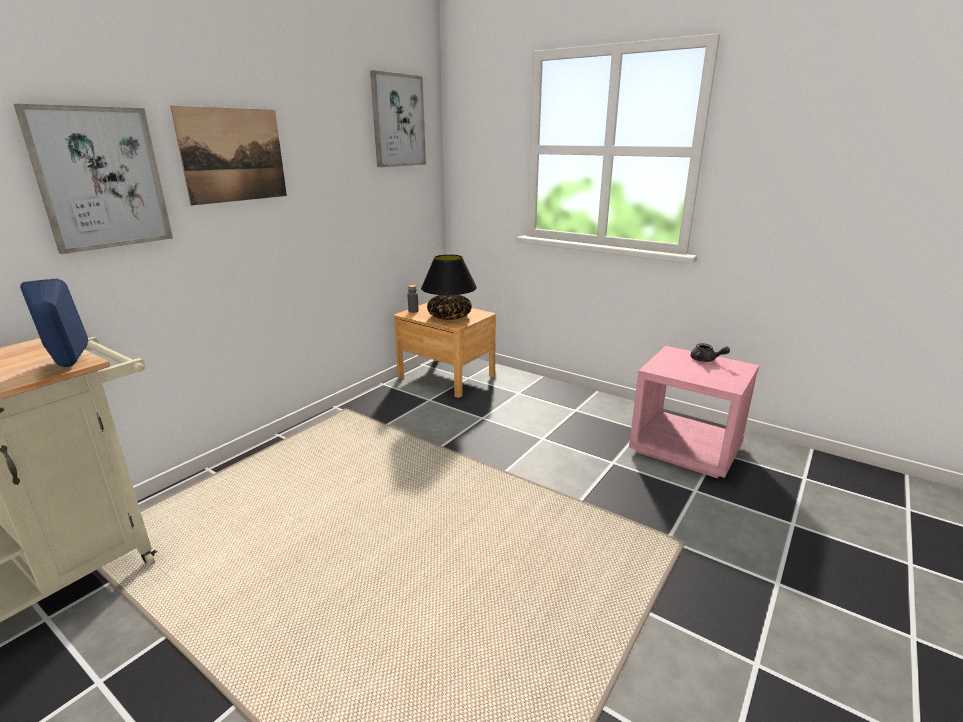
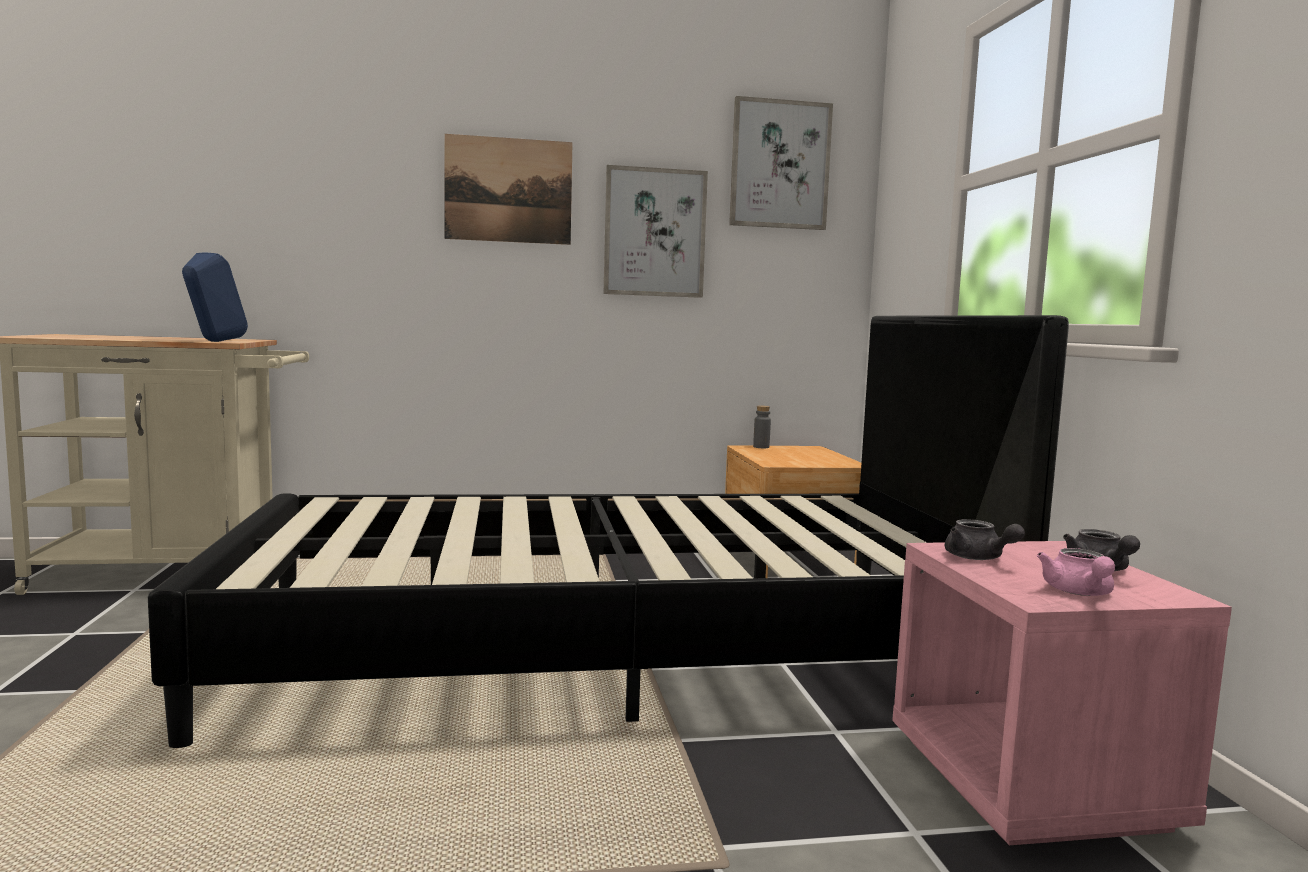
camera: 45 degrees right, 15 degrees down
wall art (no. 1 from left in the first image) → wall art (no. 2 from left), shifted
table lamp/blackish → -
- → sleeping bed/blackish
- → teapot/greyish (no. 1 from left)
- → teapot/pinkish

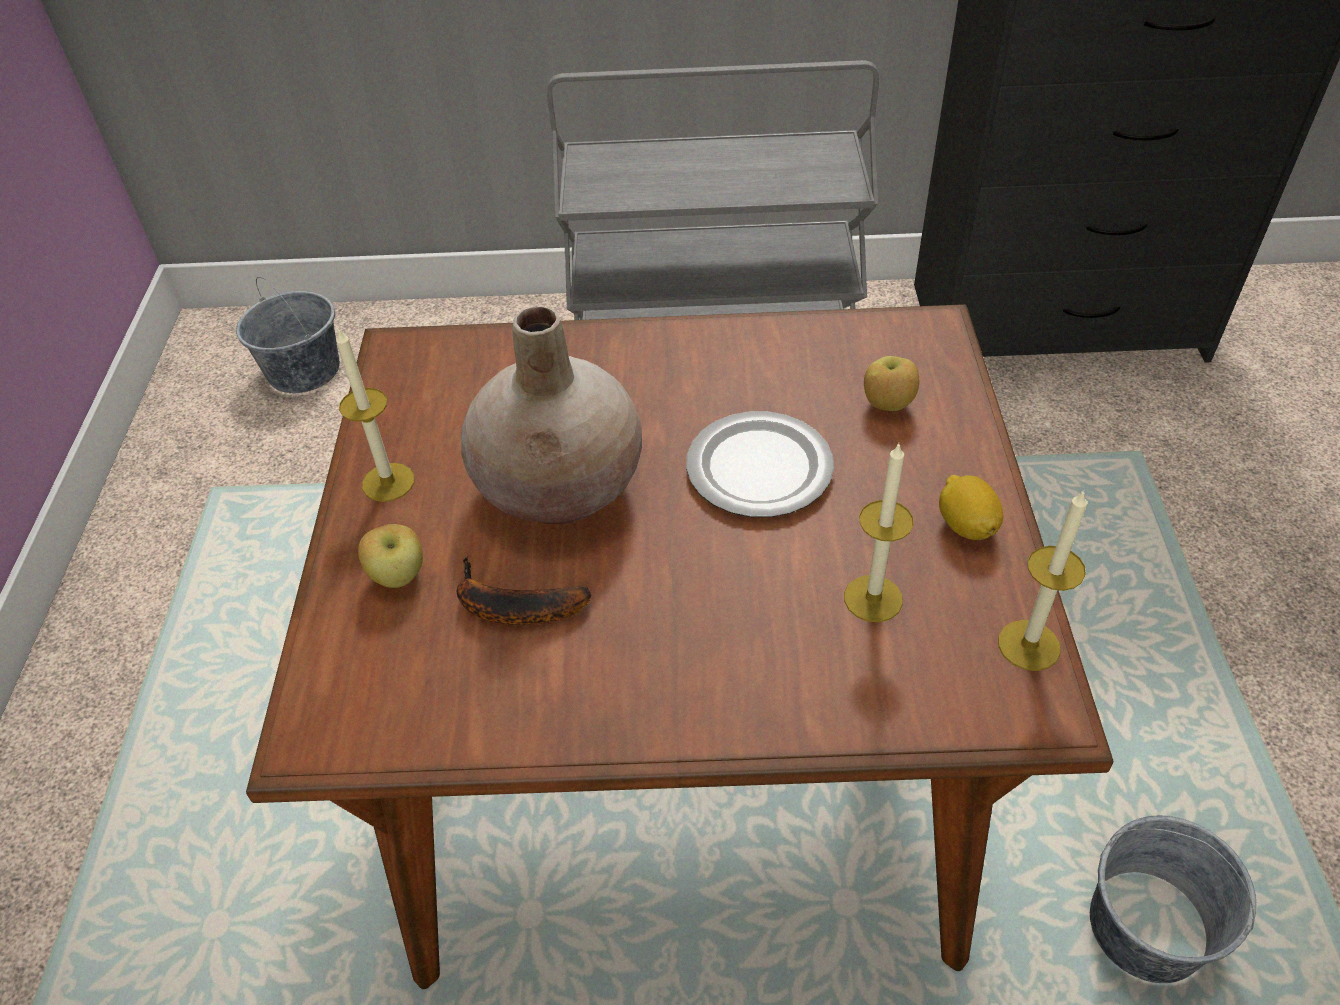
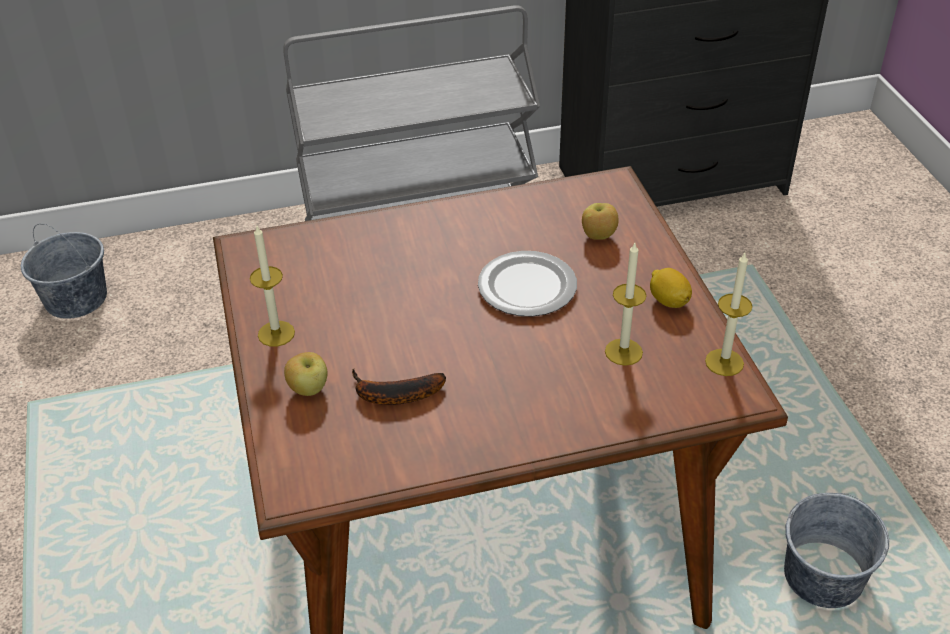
camera: 15 degrees left, 5 degrees down
decorative vase/beige → -

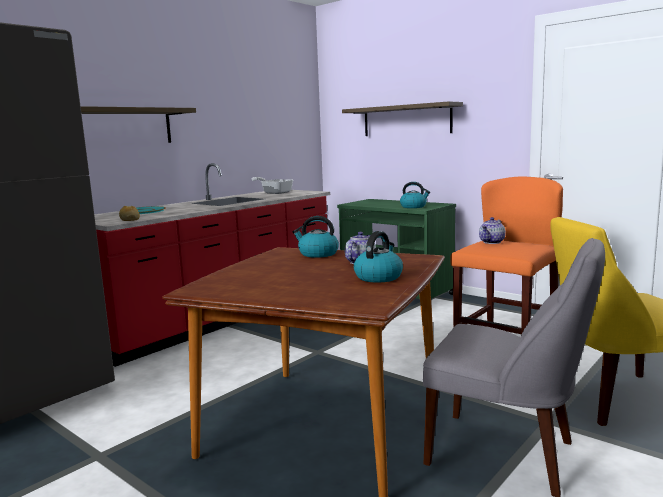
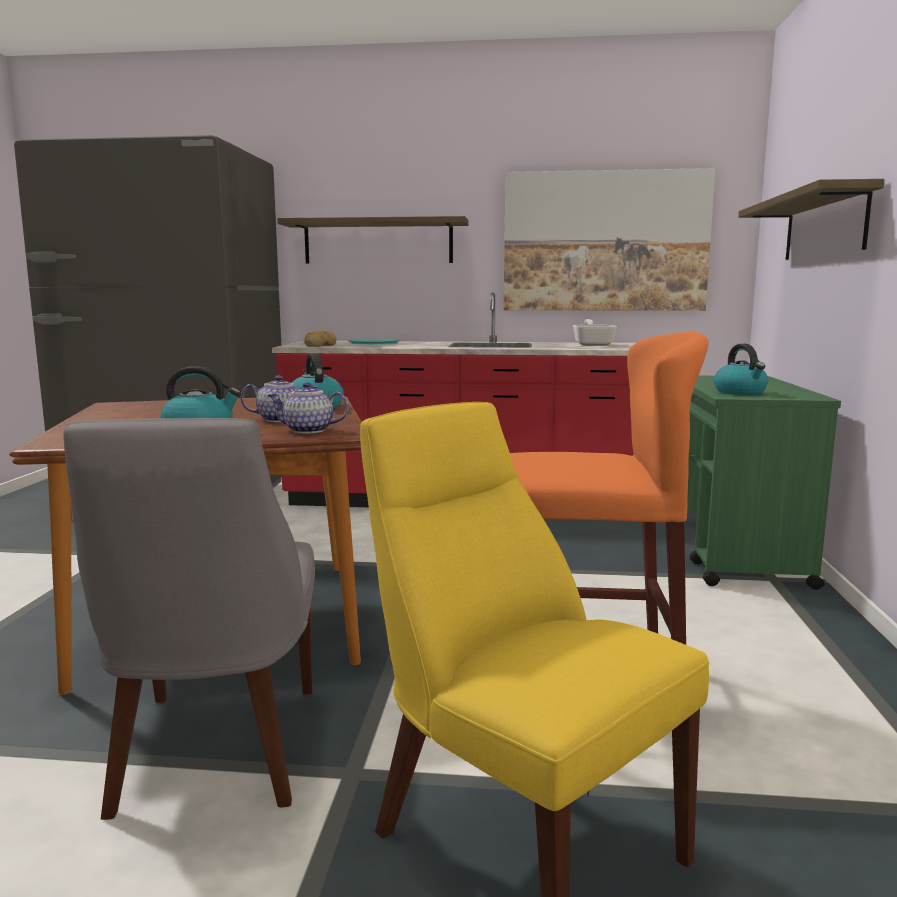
camera: 55 degrees right, 0 degrees up
teapot (no. 2 from left), shifted
- → wall art

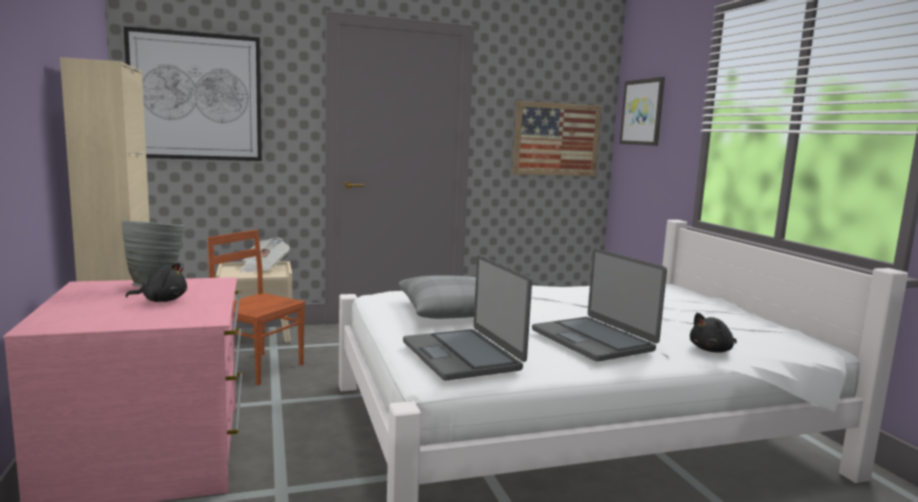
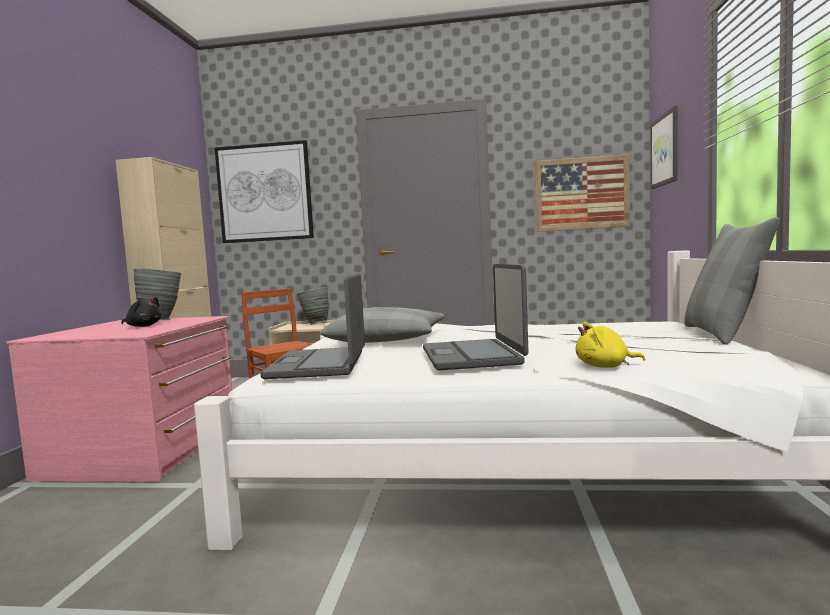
camera: 25 degrees right, 5 degrees down
newspaper → decorative vase/greyish (no. 2 from left)
cuddly toy/blackish (no. 2 from left) → cuddly toy/yellowish
- → throw pillow/greyish (no. 2 from left)

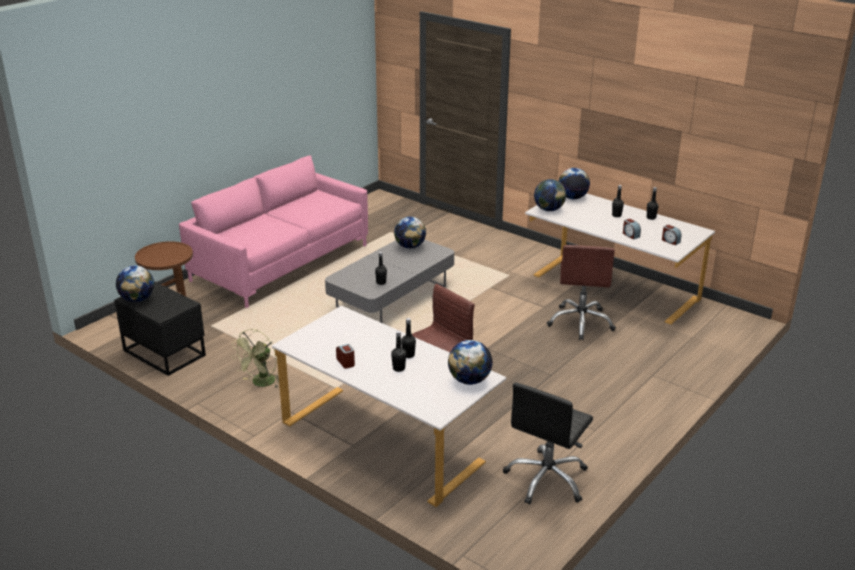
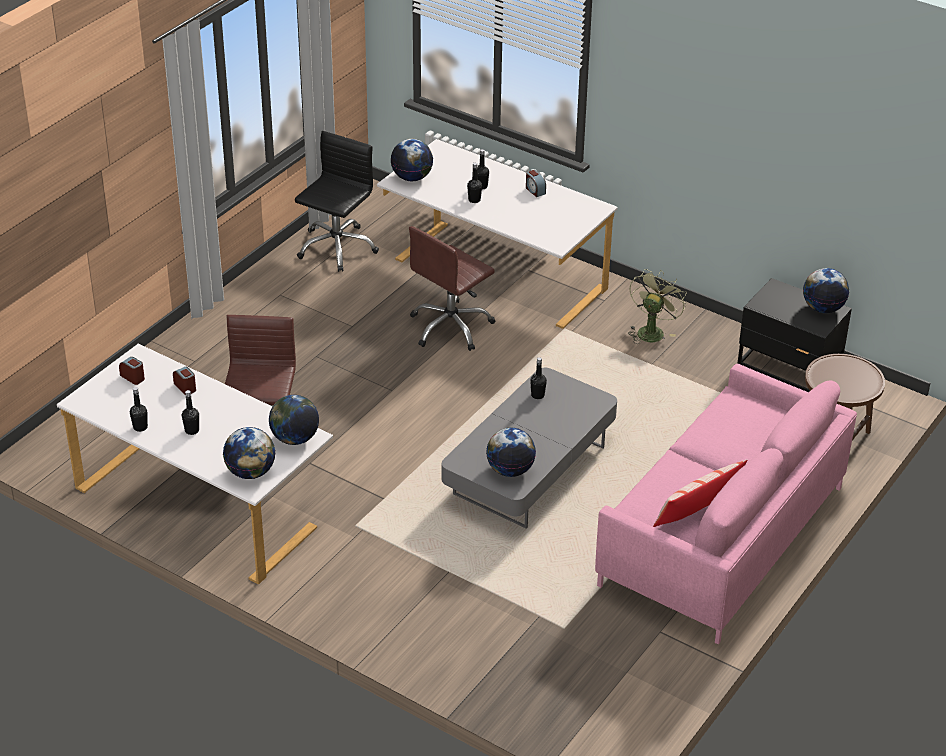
camera: 175 degrees right, 10 degrees up
- → throw pillow

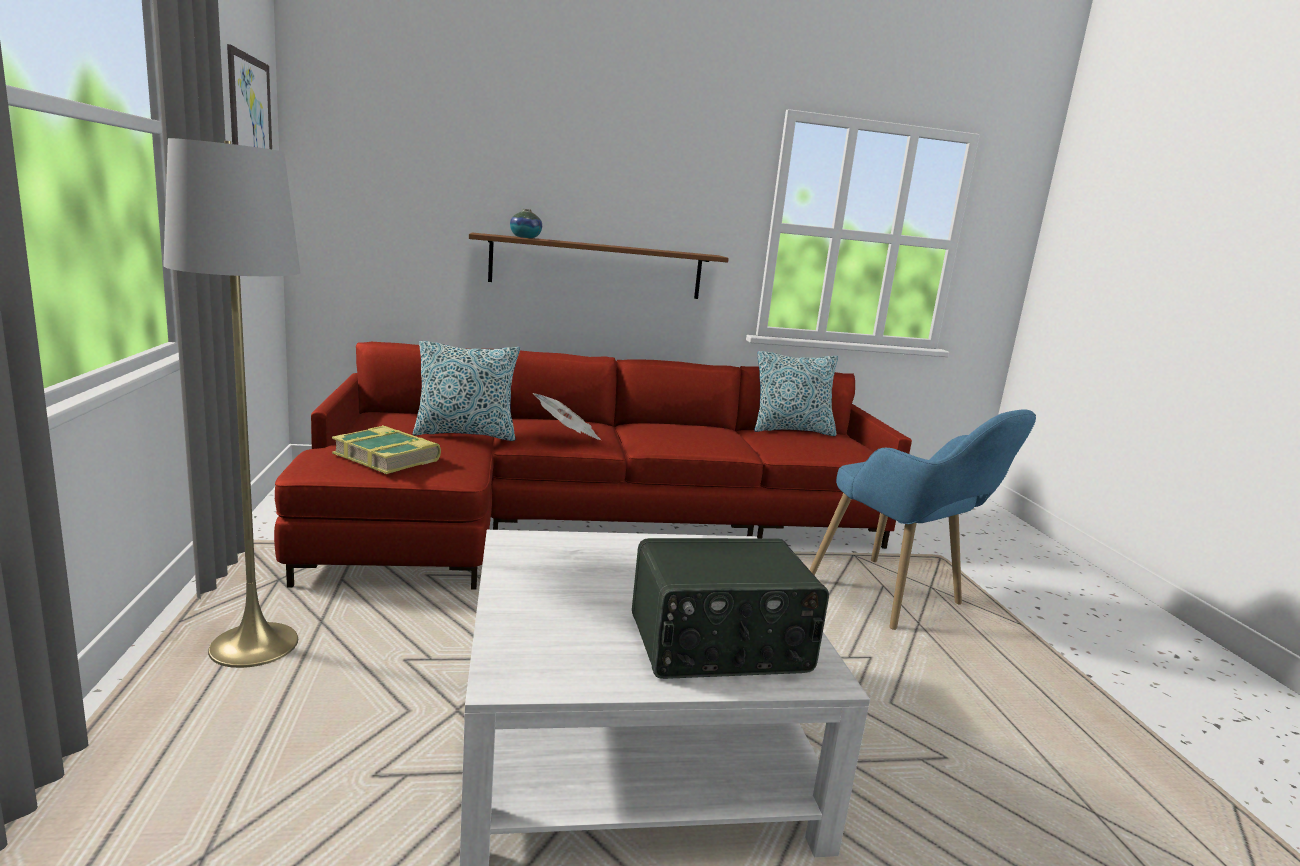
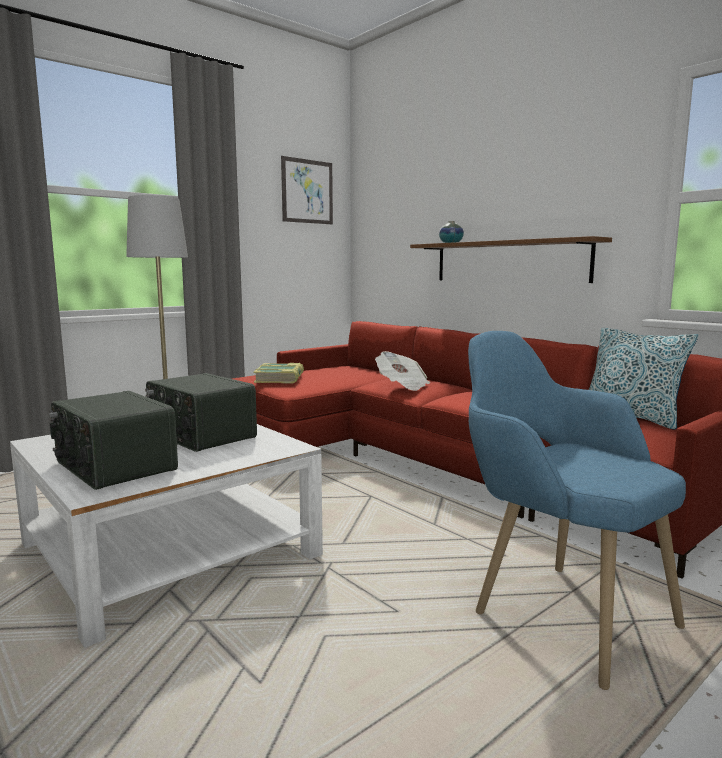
camera: 60 degrees right, 5 degrees down
throw pillow (no. 1 from left) → -
easy chair/bluish, 120 degrees clockwise
- → radio receiver (no. 2 from left)

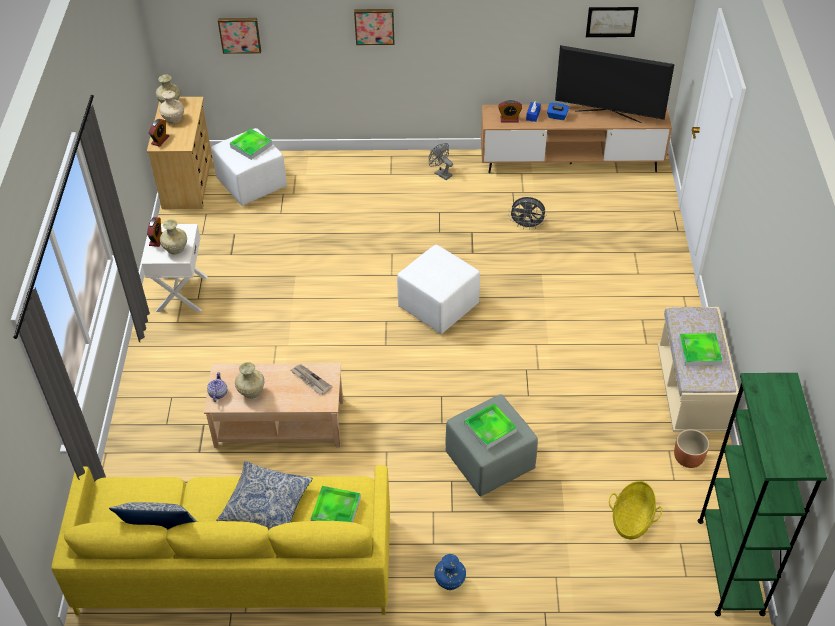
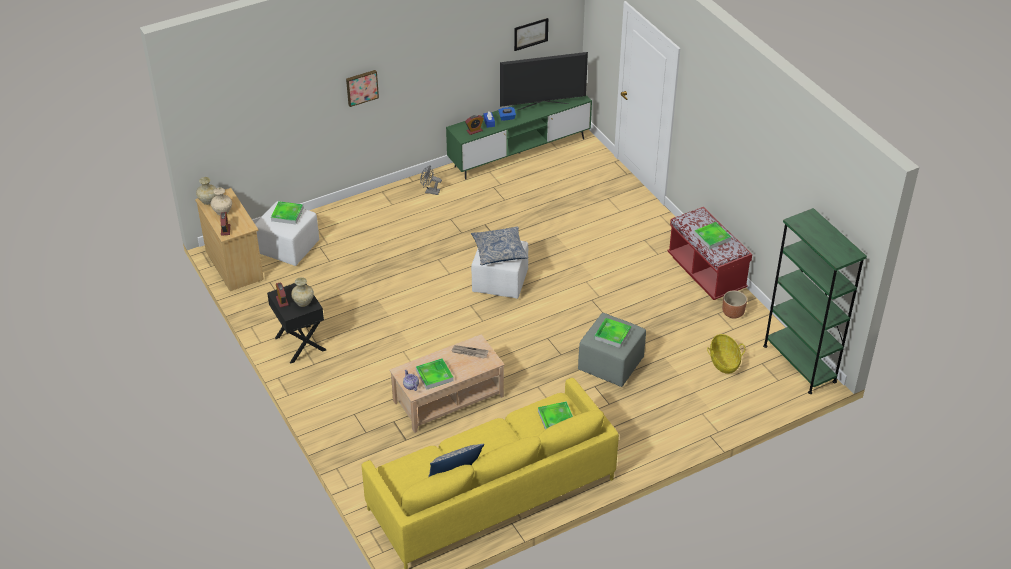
camera: 30 degrees left, 5 degrees down
wall art (no. 1 from left) → -
tv unit/brown-coloured → tv unit/greenish
cooling fan/greyish (no. 2 from left) → -
bedside table/white → bedside table/blackish
bench/beige → bench/red
decorative vase/beige (no. 4 from left) → carrying tray (no. 2 from left)
throw pillow (no. 2 from left), shifted
decorative vase/bluish → -

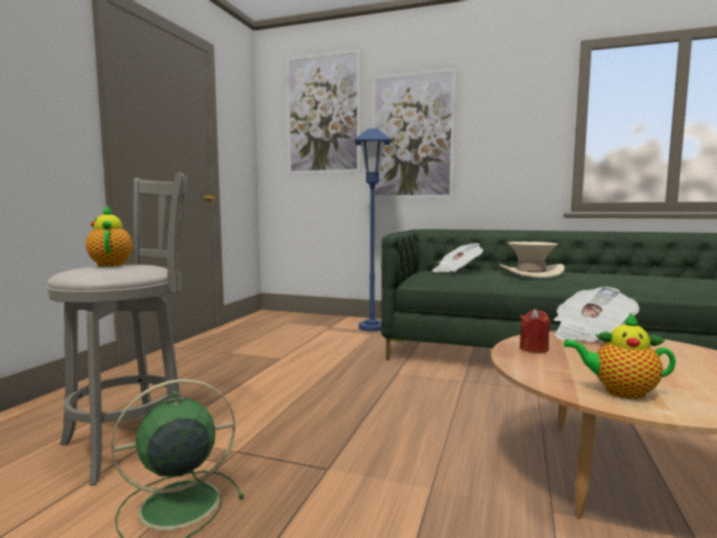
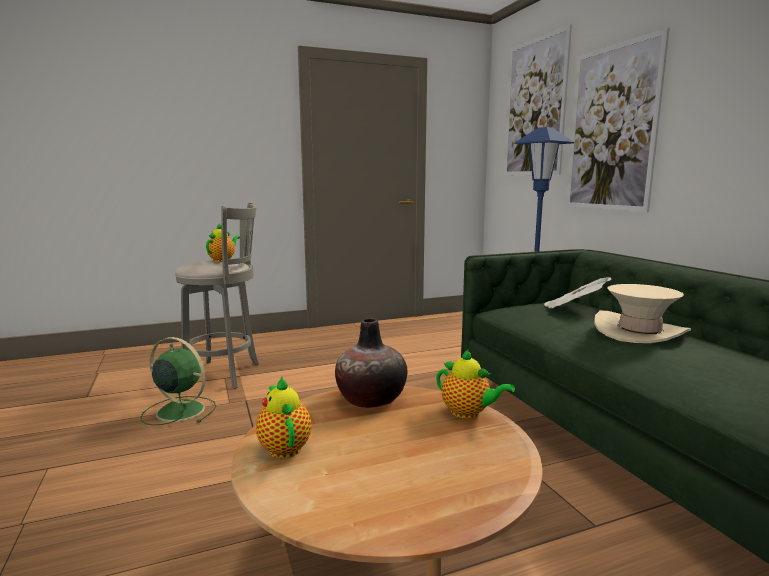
camera: 50 degrees right, 5 degrees up
newspaper (no. 2 from left) → teapot (no. 3 from left)
wax candle/red → decorative vase

